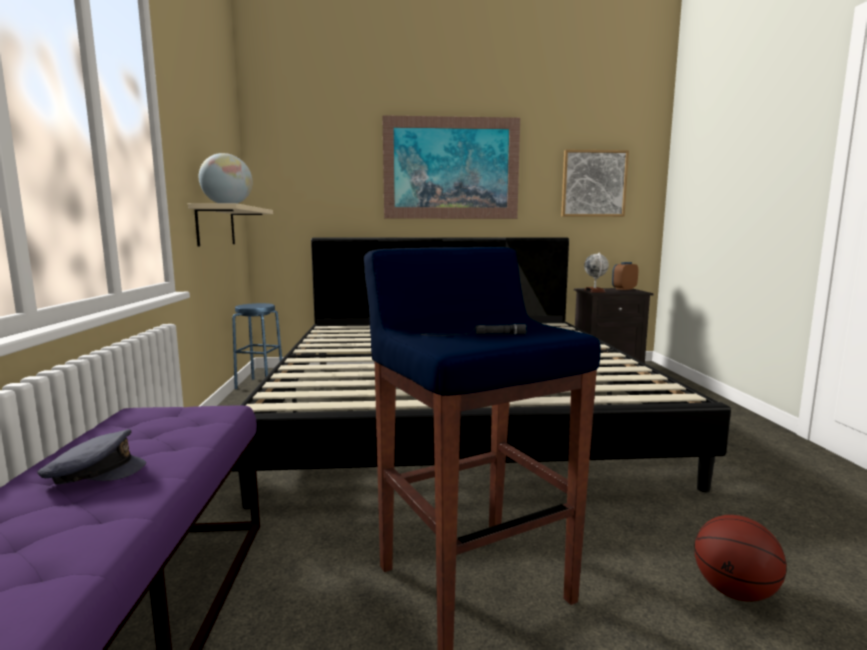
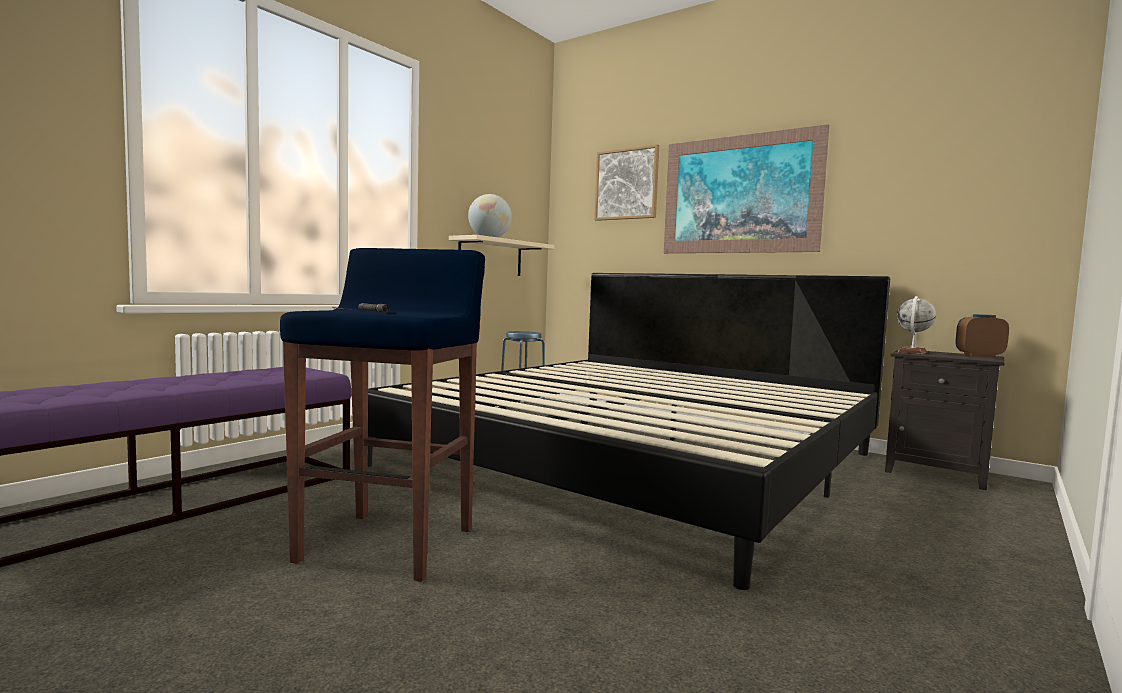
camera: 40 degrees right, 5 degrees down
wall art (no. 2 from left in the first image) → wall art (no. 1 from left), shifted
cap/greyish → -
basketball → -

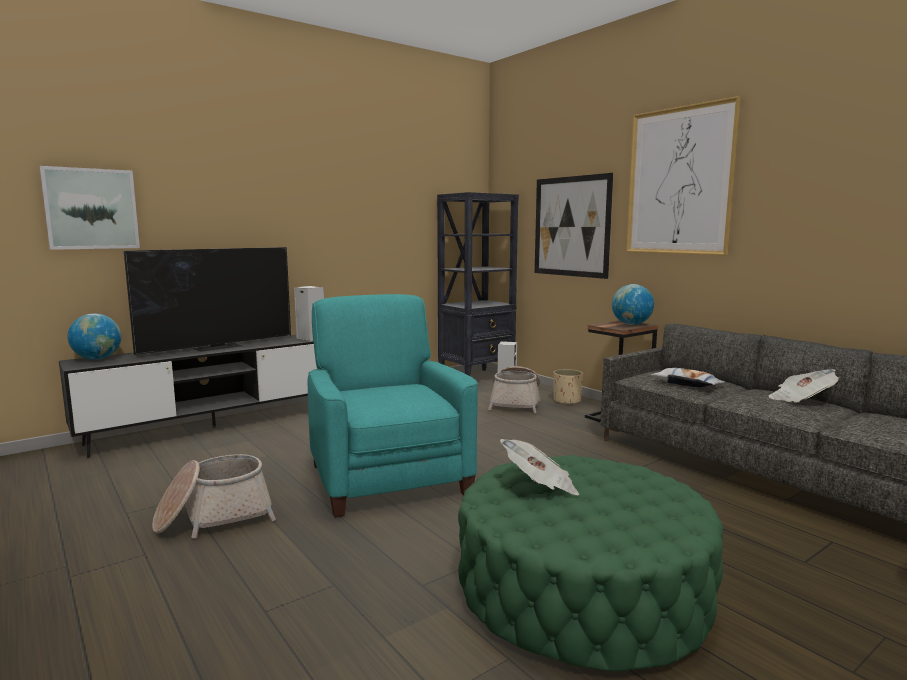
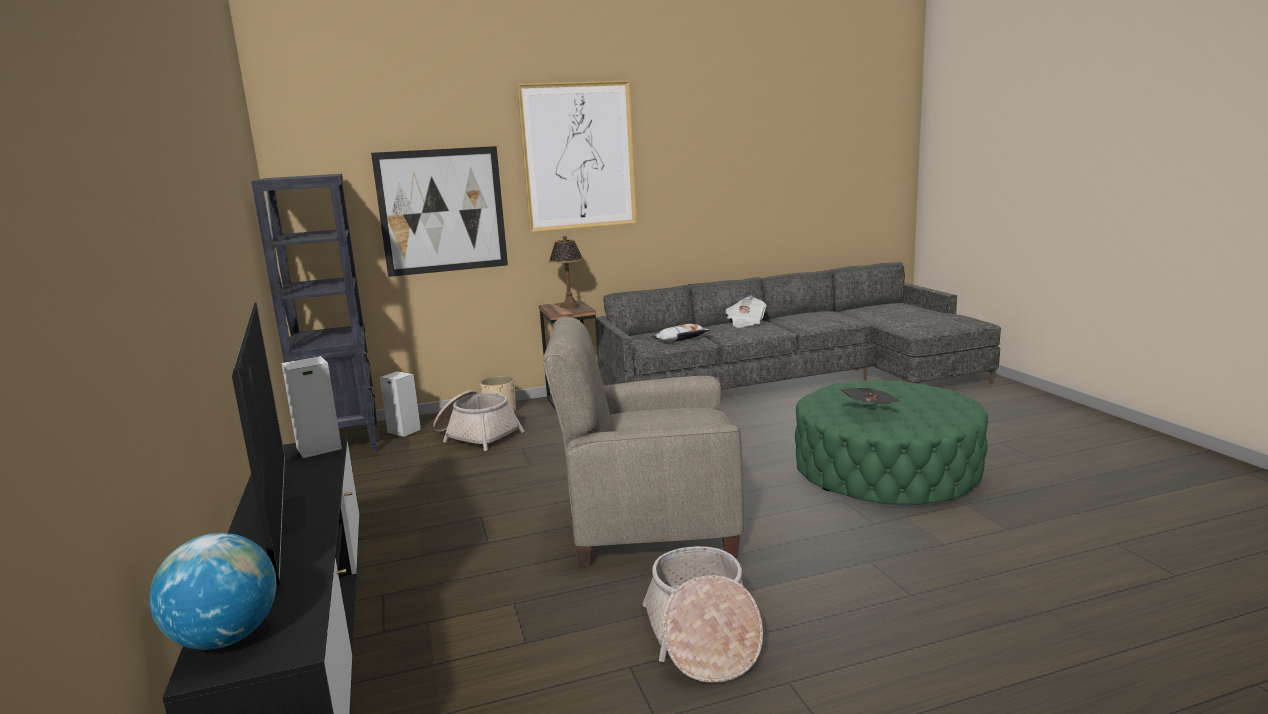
camera: 70 degrees left, 5 degrees up
wall art (no. 1 from left) → -
desk globe (no. 2 from left) → table lamp
easy chair/turquoise → easy chair/beige

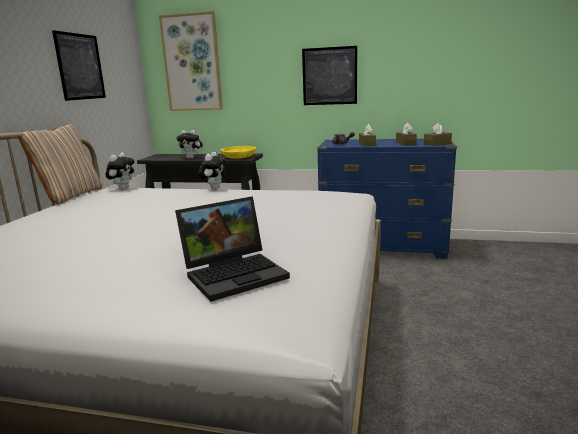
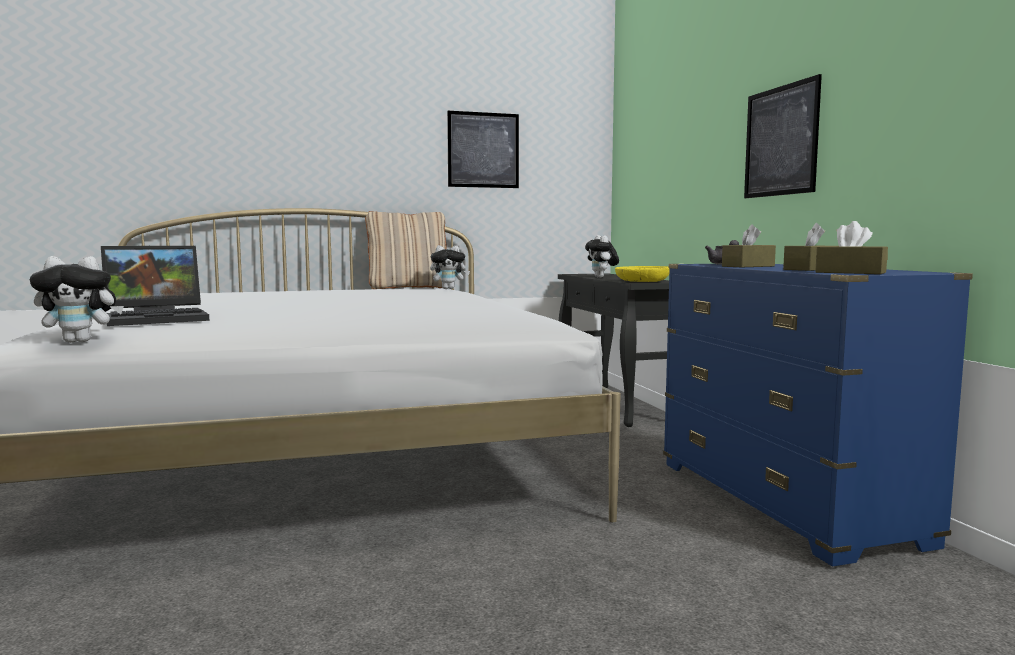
camera: 60 degrees right, 10 degrees down
wall art (no. 2 from left) → -
cuddly toy (no. 3 from left in the first image) → cuddly toy (no. 1 from left), shifted
laptop, 60 degrees counterclockwise

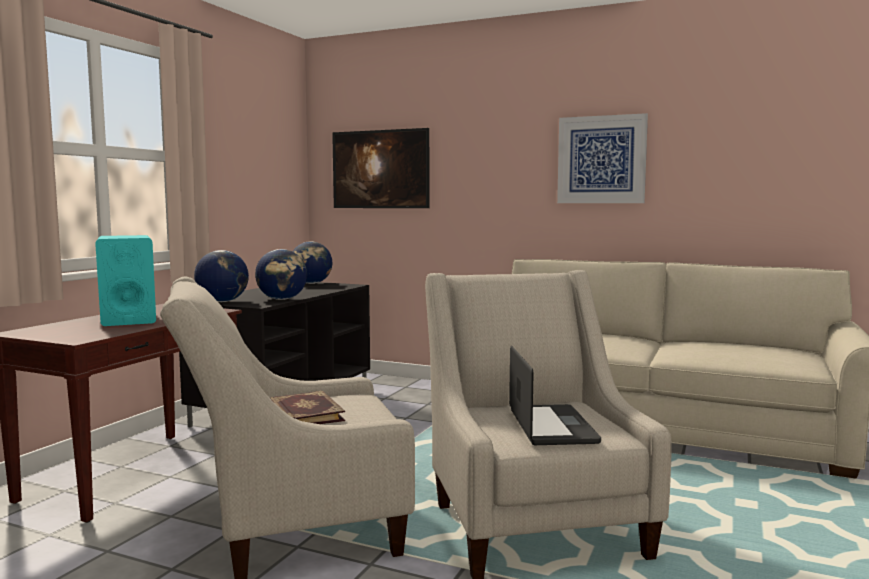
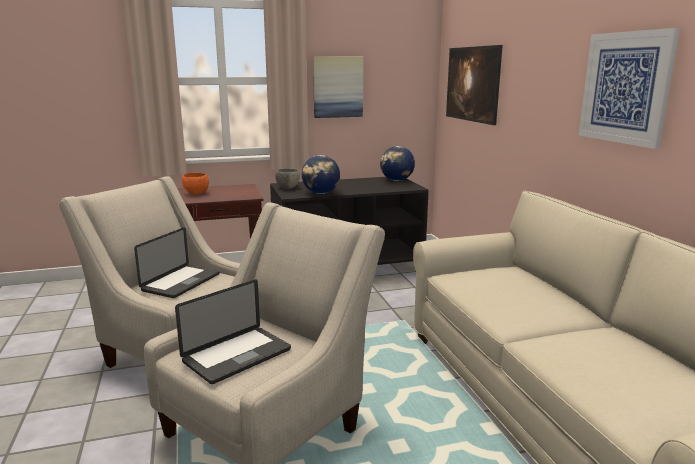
camera: 50 degrees right, 10 degrees up
loudspeaker/turquoise → serving bowl/orange
desk globe (no. 1 from left) → serving bowl/greyish
book → laptop (no. 1 from left)
- → wall art (no. 1 from left)

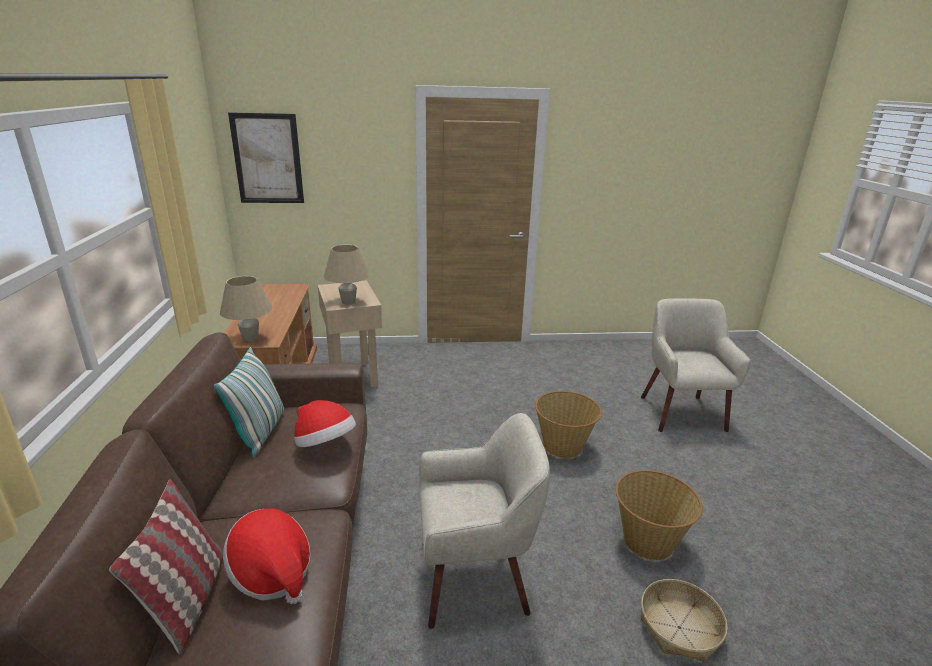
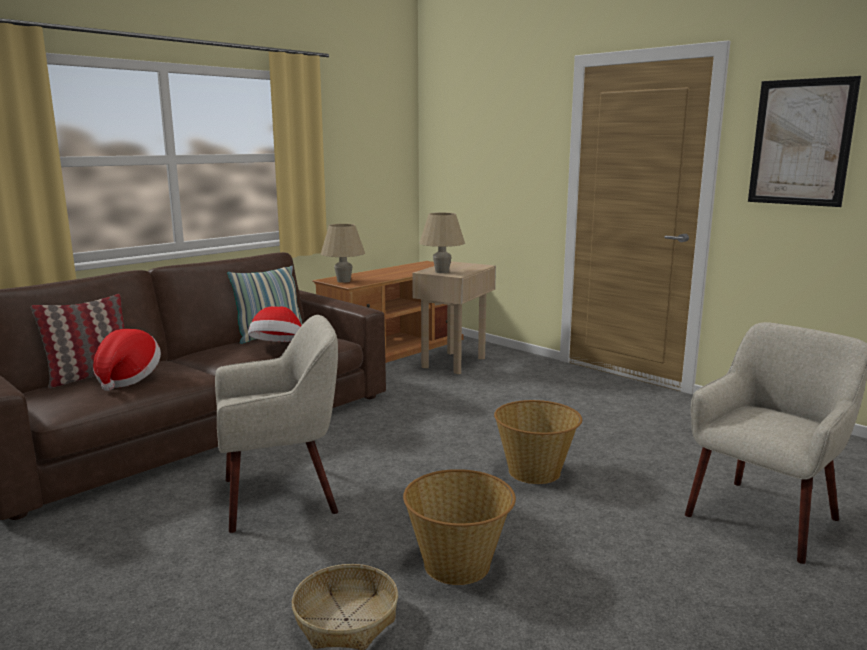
camera: 50 degrees right, 10 degrees down
wall art, shifted
easy chair/beige (no. 1 from left), 60 degrees counterclockwise

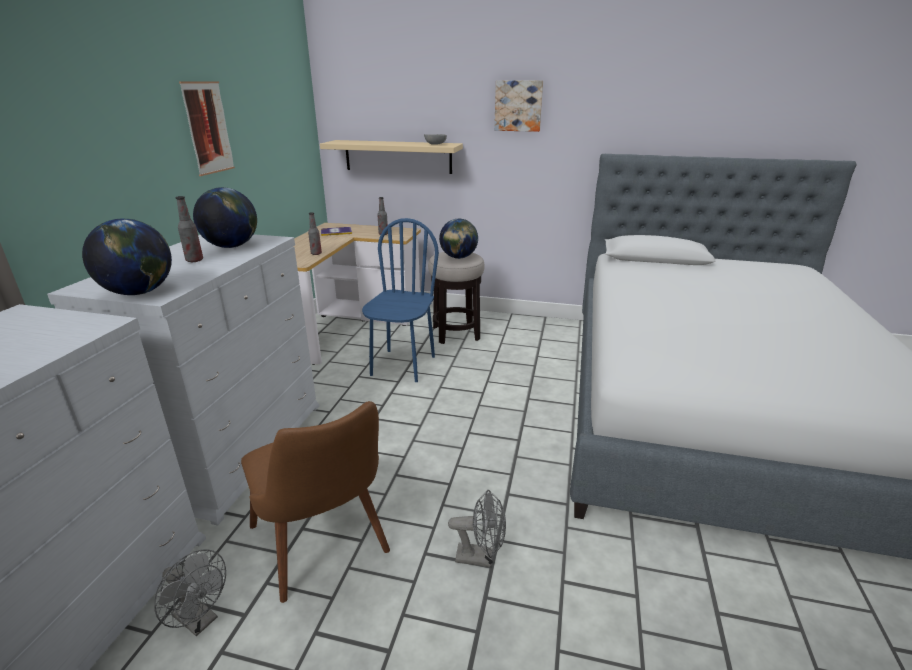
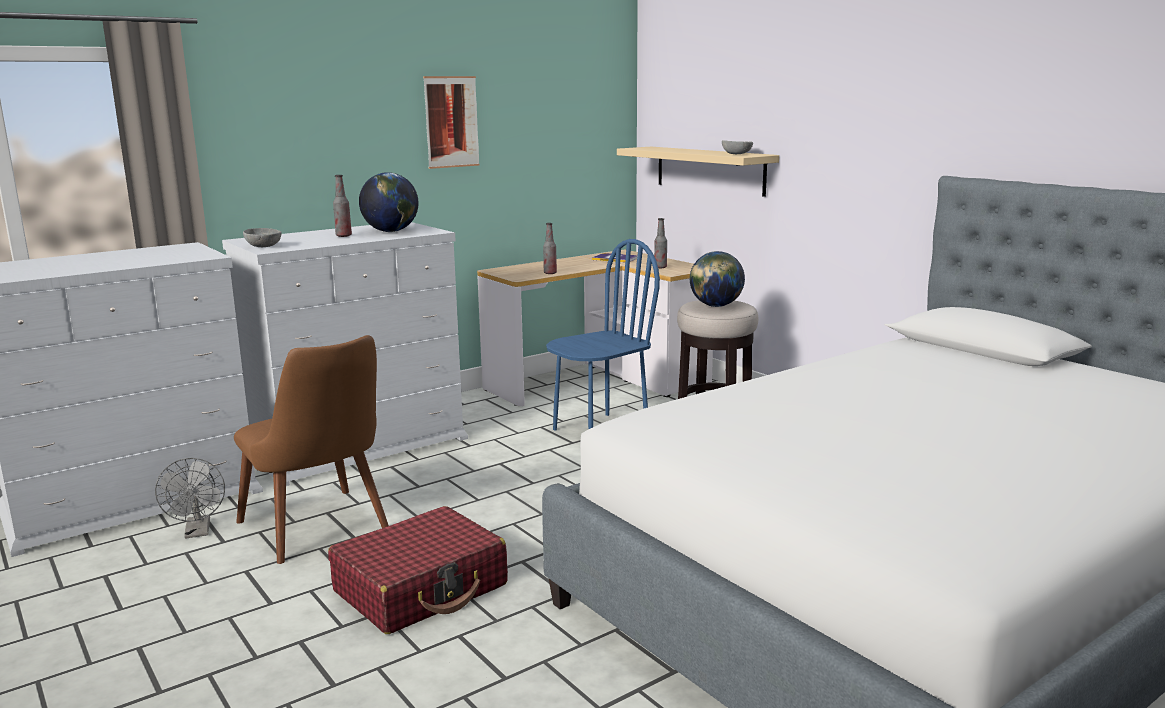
camera: 40 degrees right, 10 degrees down
wall art (no. 2 from left) → -
desk globe (no. 1 from left) → serving bowl/greyish (no. 1 from left)
plain chair/brown-coloured, 45 degrees counterclockwise
cooling fan/greyish (no. 2 from left) → travel case/red

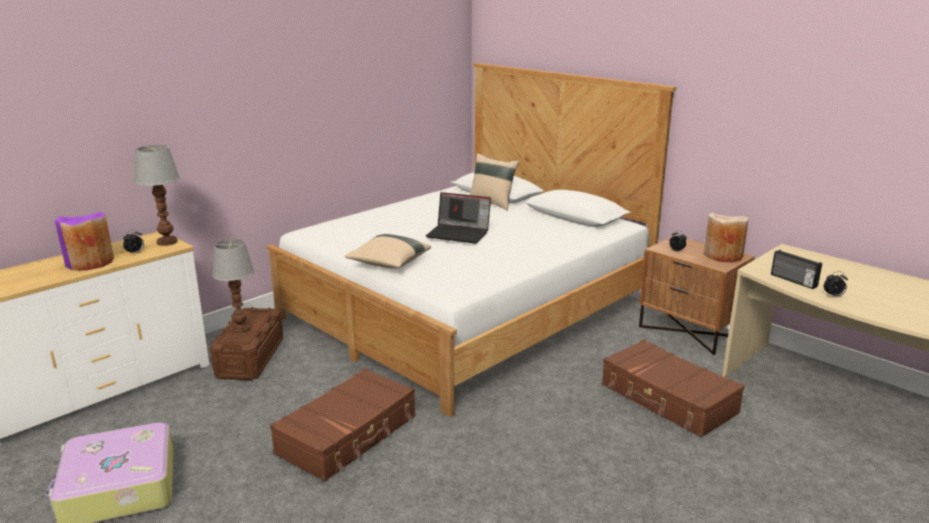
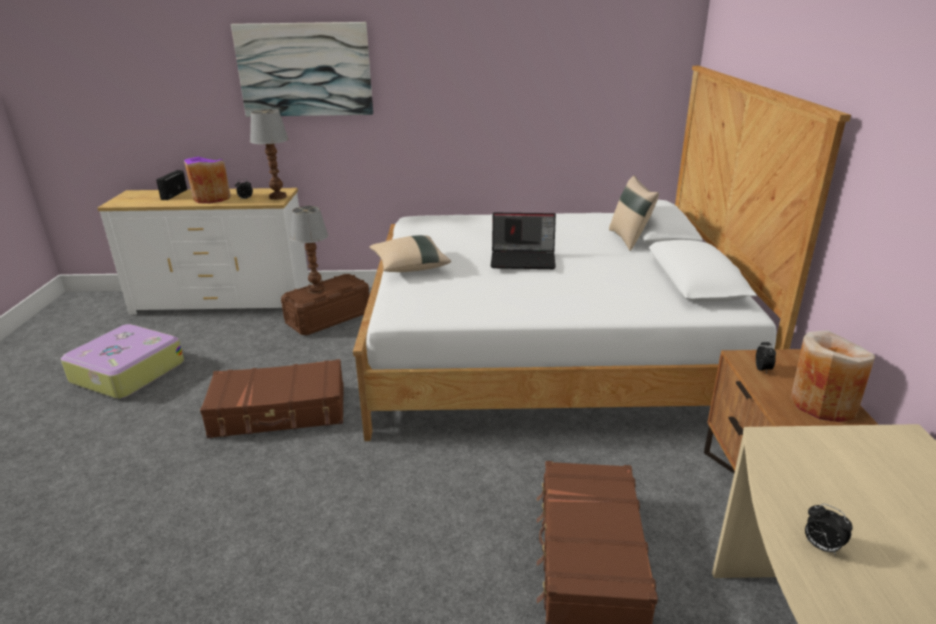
camera: 45 degrees right, 5 degrees up
laptop, 60 degrees counterclockwise
radio receiver, shifted
- → wall art

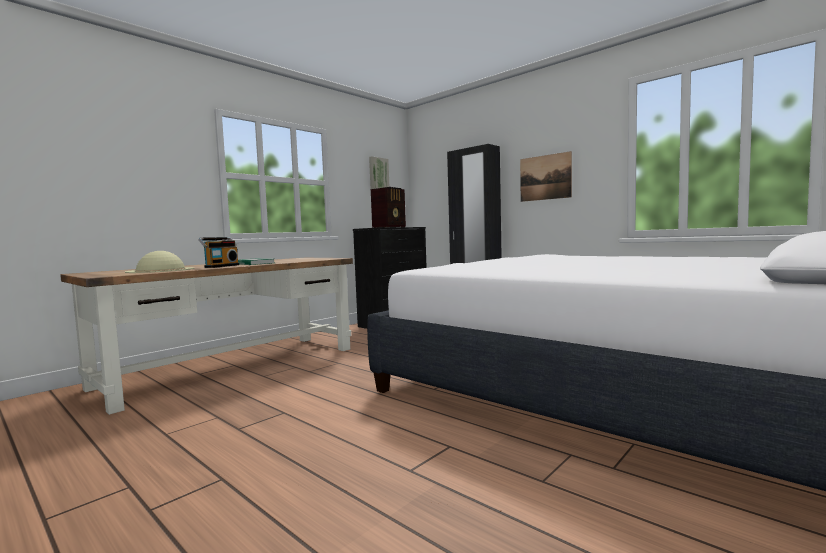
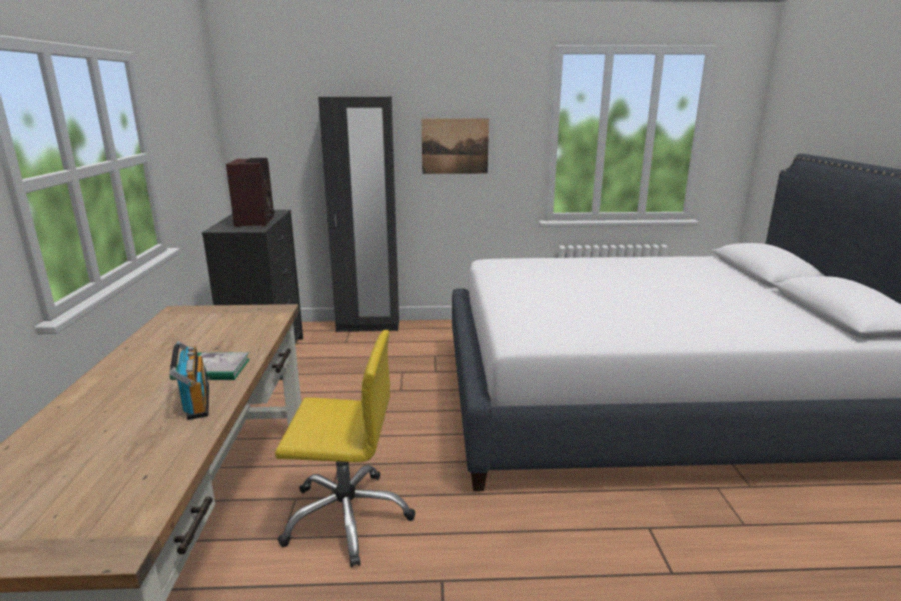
camera: 45 degrees left, 15 degrees up
wall art (no. 1 from left) → -
wearable hat/beige → -
- → office chair/yellowish

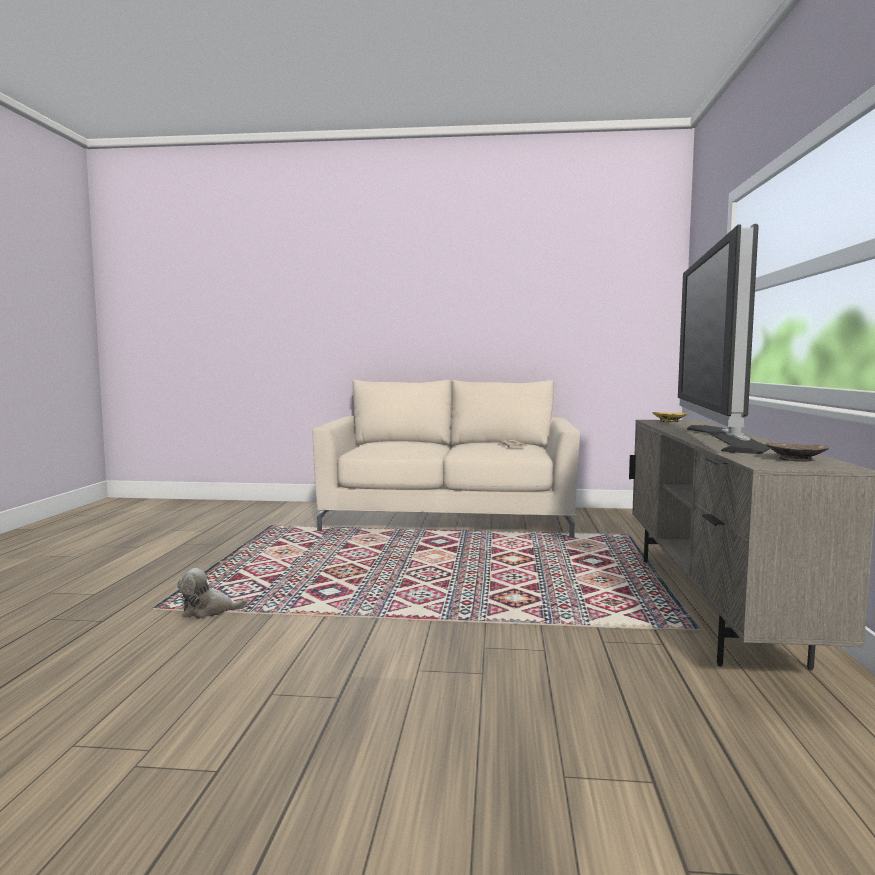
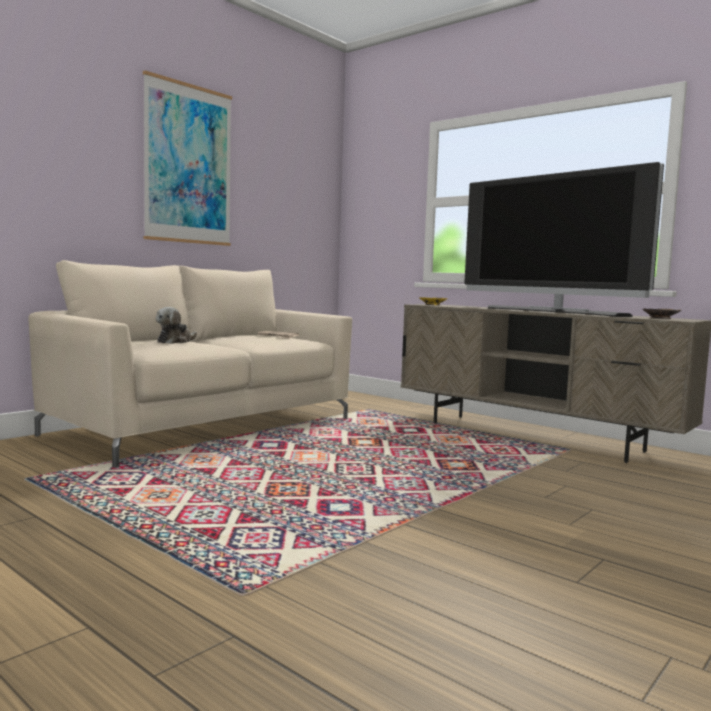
camera: 55 degrees left, 0 degrees up
cuddly toy, shifted
- → wall art

